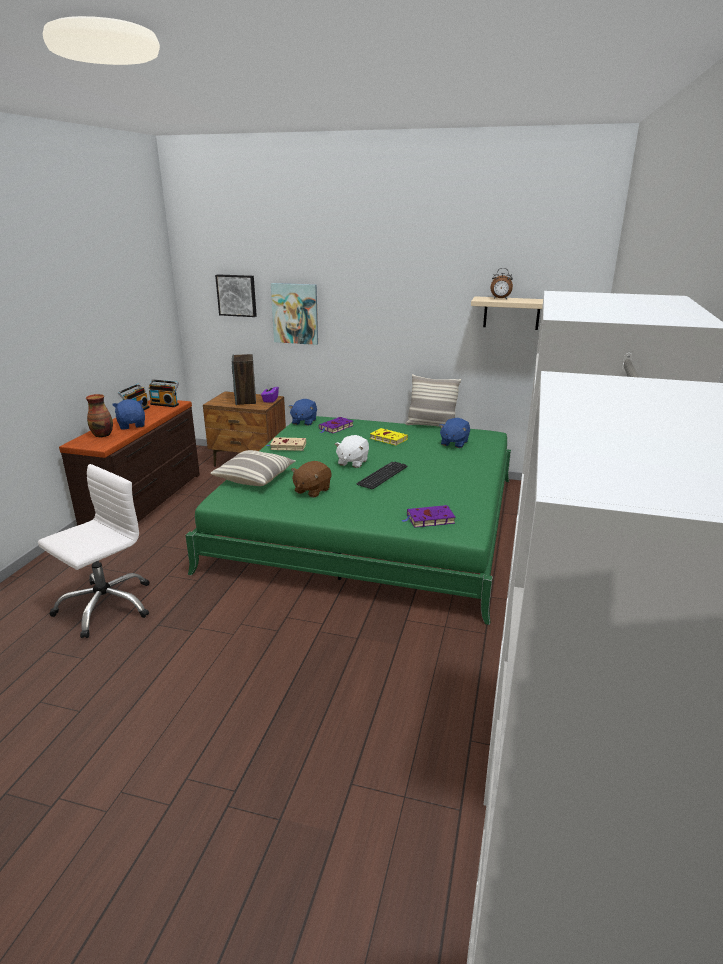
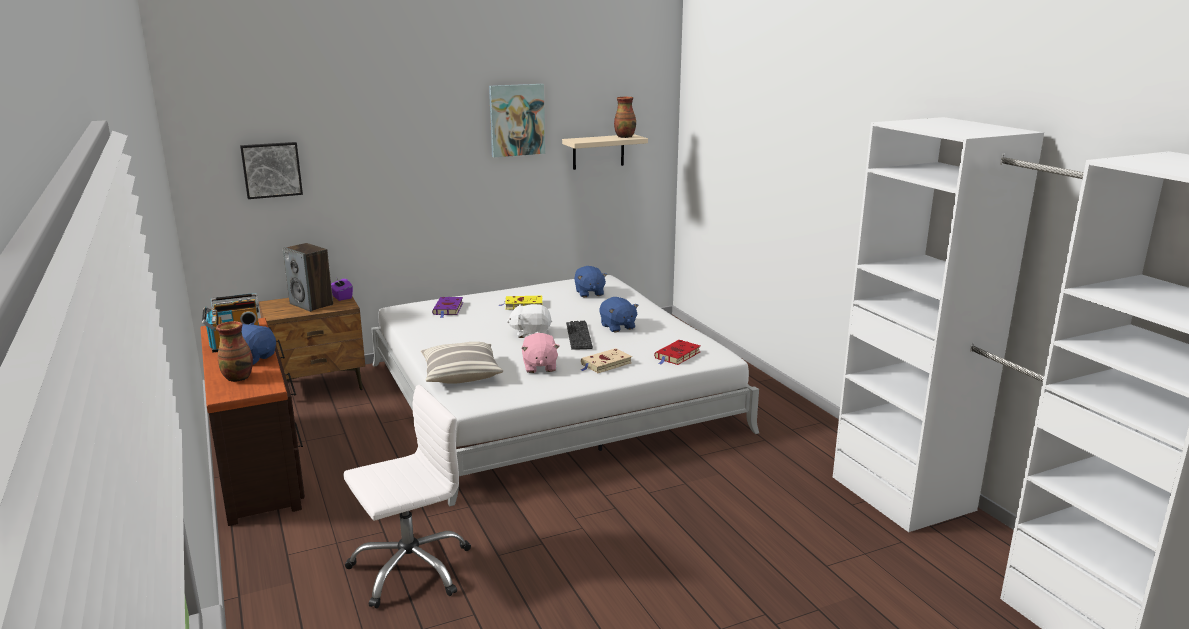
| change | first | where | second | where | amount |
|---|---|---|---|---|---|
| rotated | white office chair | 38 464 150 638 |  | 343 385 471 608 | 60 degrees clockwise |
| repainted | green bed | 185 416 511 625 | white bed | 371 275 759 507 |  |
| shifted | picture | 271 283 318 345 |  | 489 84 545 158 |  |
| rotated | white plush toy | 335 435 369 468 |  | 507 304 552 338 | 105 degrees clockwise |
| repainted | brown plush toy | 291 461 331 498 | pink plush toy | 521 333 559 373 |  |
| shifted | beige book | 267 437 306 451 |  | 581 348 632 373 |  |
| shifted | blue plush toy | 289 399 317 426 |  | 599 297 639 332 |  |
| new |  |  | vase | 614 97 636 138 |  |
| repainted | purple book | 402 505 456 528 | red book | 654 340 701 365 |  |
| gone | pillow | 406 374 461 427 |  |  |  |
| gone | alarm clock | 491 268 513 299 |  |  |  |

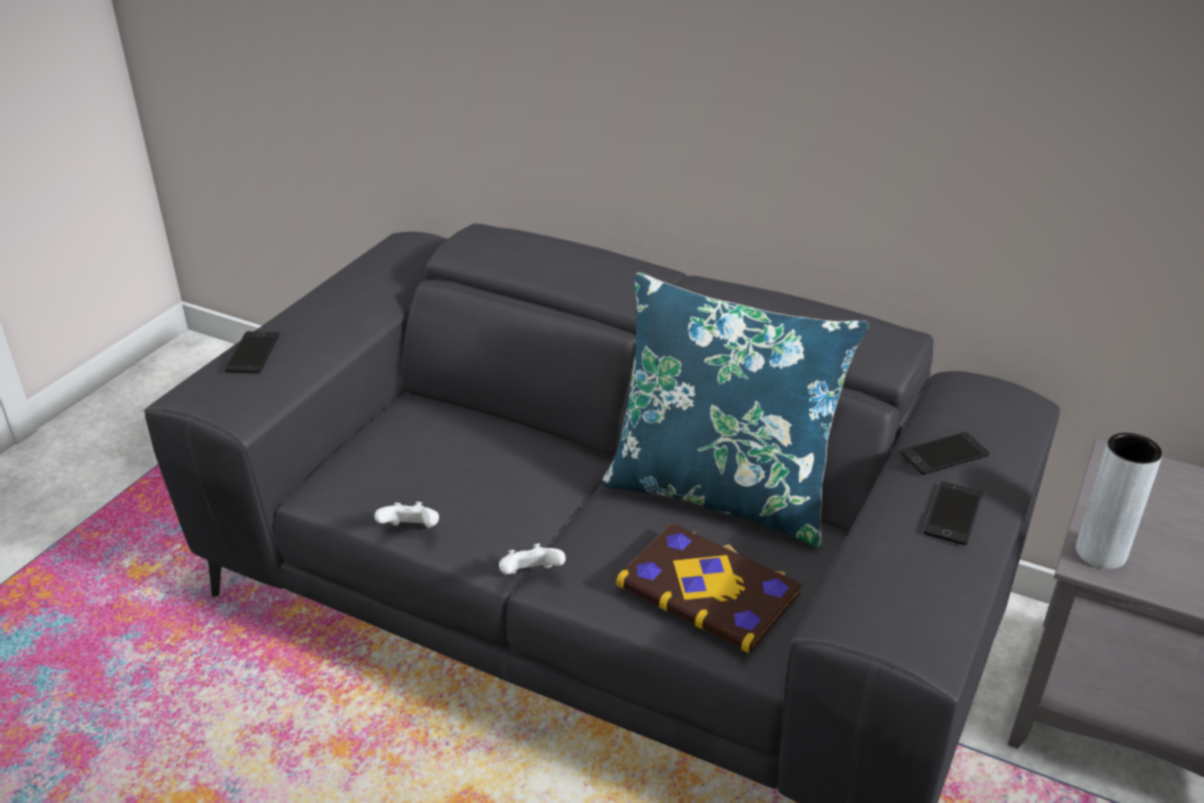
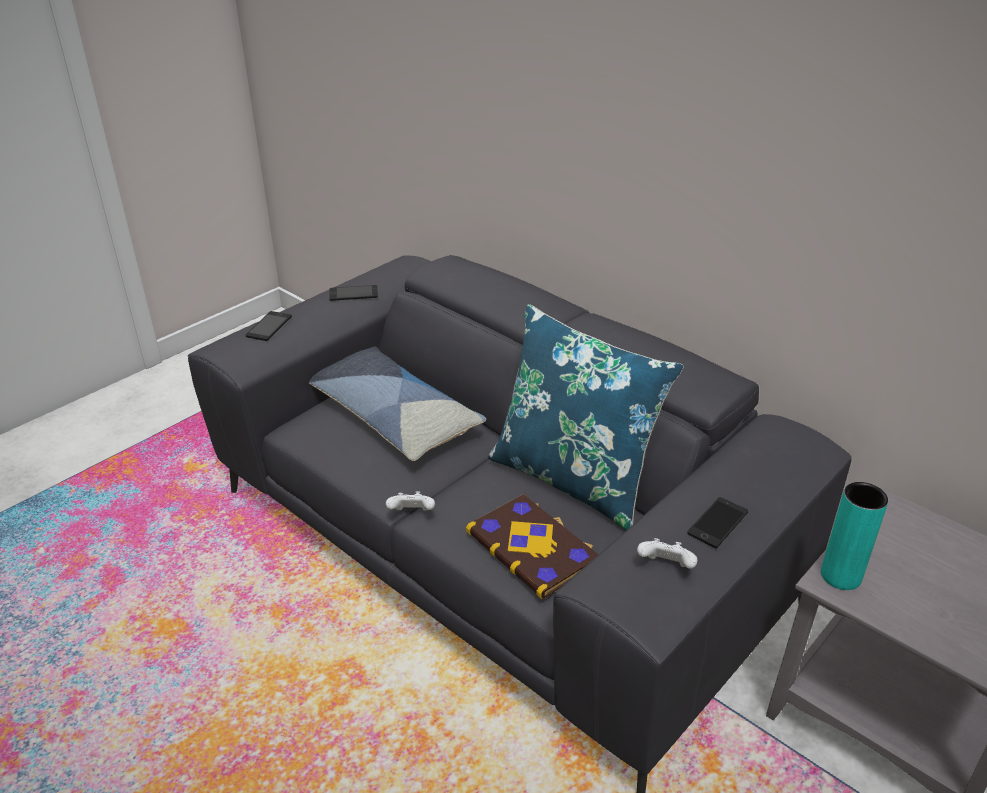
| change | first | where | second | where | amount |
|---|---|---|---|---|---|
| new |  |  | pillow | 309 347 487 461 |  |
| shifted | phone | 900 432 989 475 |  | 329 285 378 301 |  |
| shifted | white game controller | 374 502 439 528 |  | 637 538 697 569 |  |
| repainted | grey vase | 1076 433 1163 569 | turquoise vase | 821 482 888 590 |  |

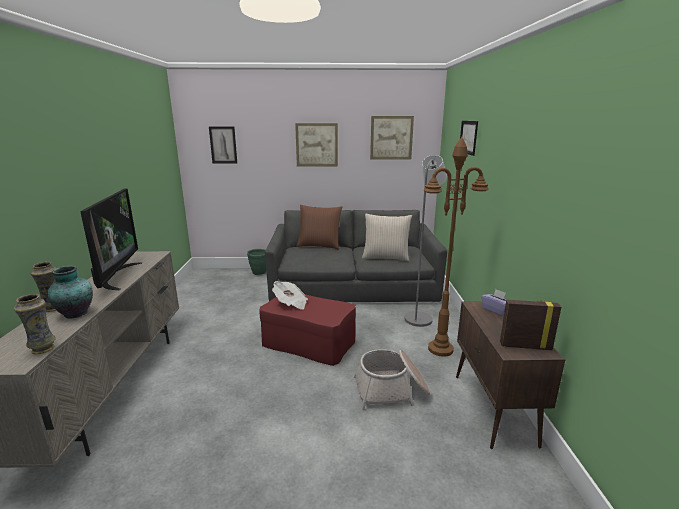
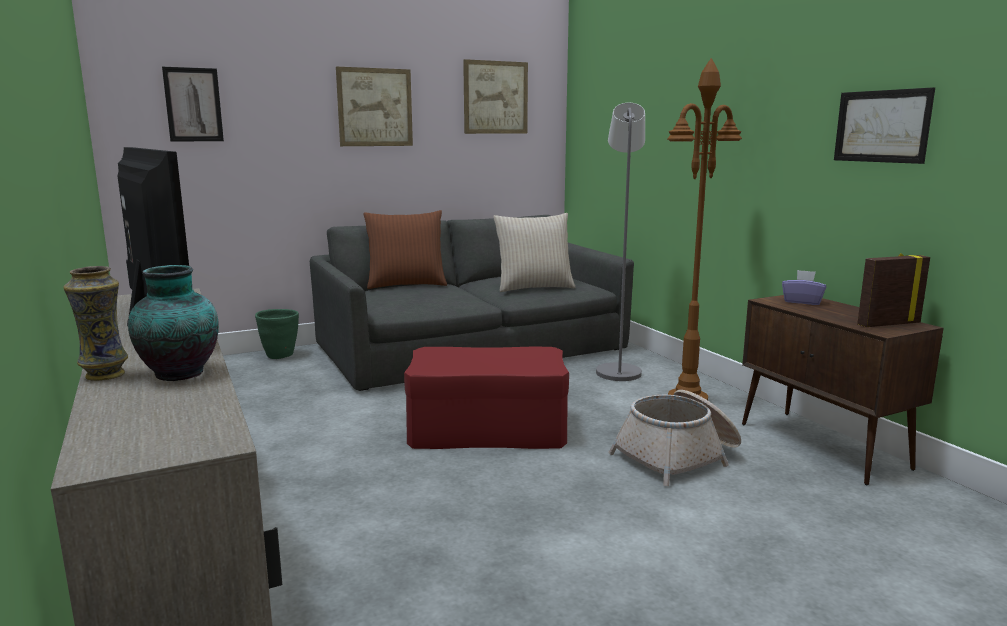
| change | first | where | second | where | amount |
|---|---|---|---|---|---|
| shifted | picture | 460 121 478 156 |  | 834 87 935 164 |  |
| gone | vase | 14 294 56 354 |  |  |  |
| gone | newspaper | 272 281 308 310 |  |  |  |

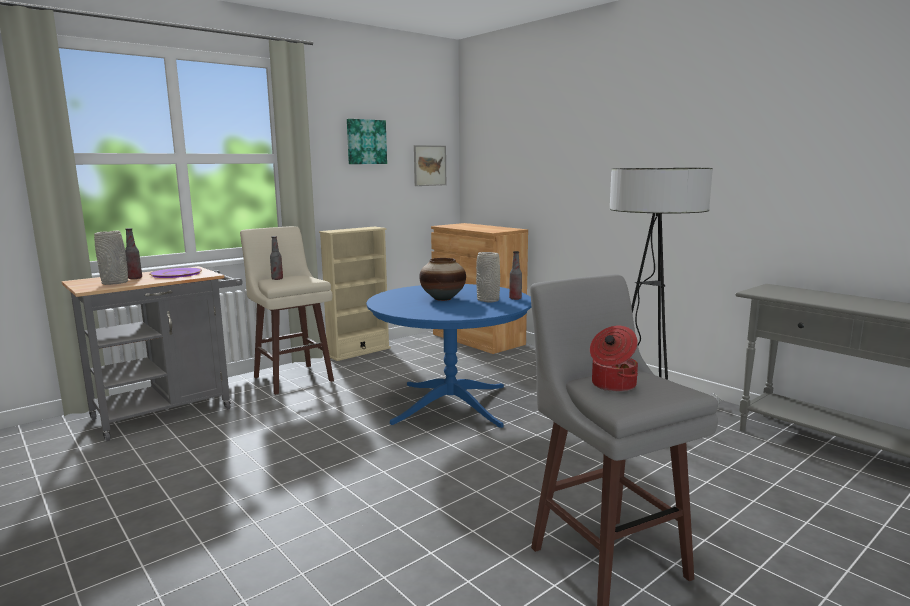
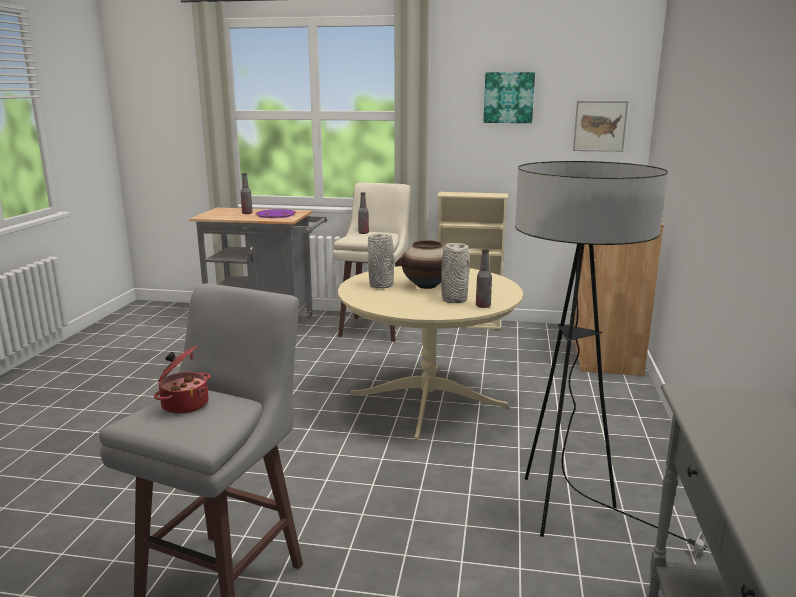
| change | first | where | second | where | amount |
|---|---|---|---|---|---|
| repainted | blue dining table | 366 284 531 428 | beige dining table | 338 266 523 441 |  |
| shifted | grey vase | 94 231 128 285 |  | 368 233 394 288 |  |

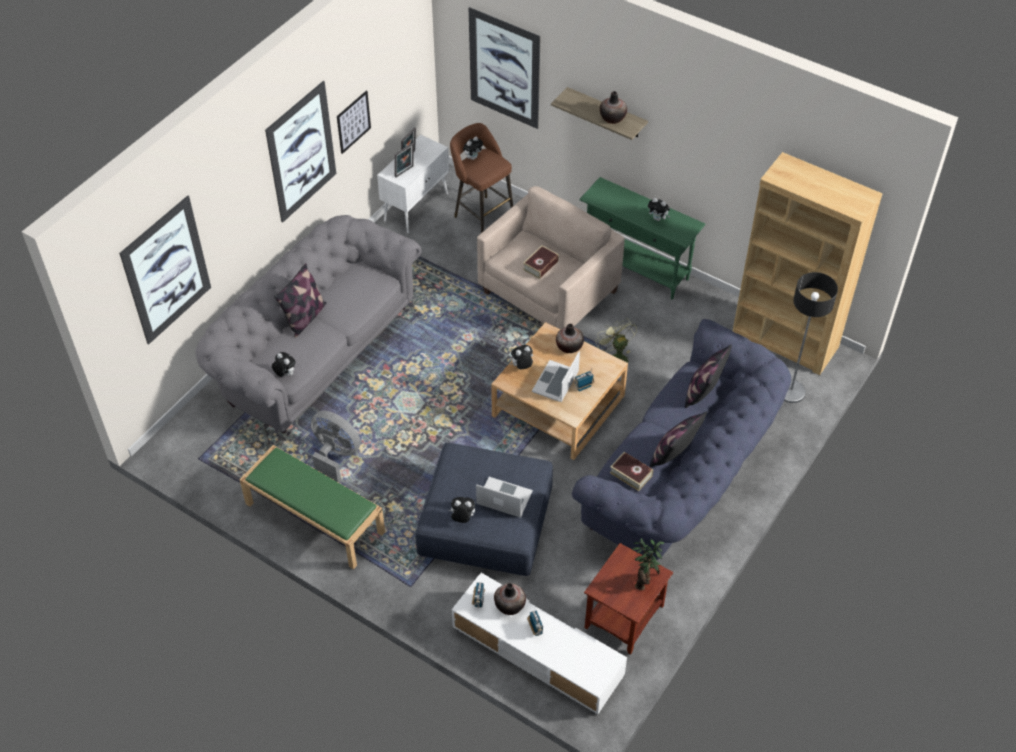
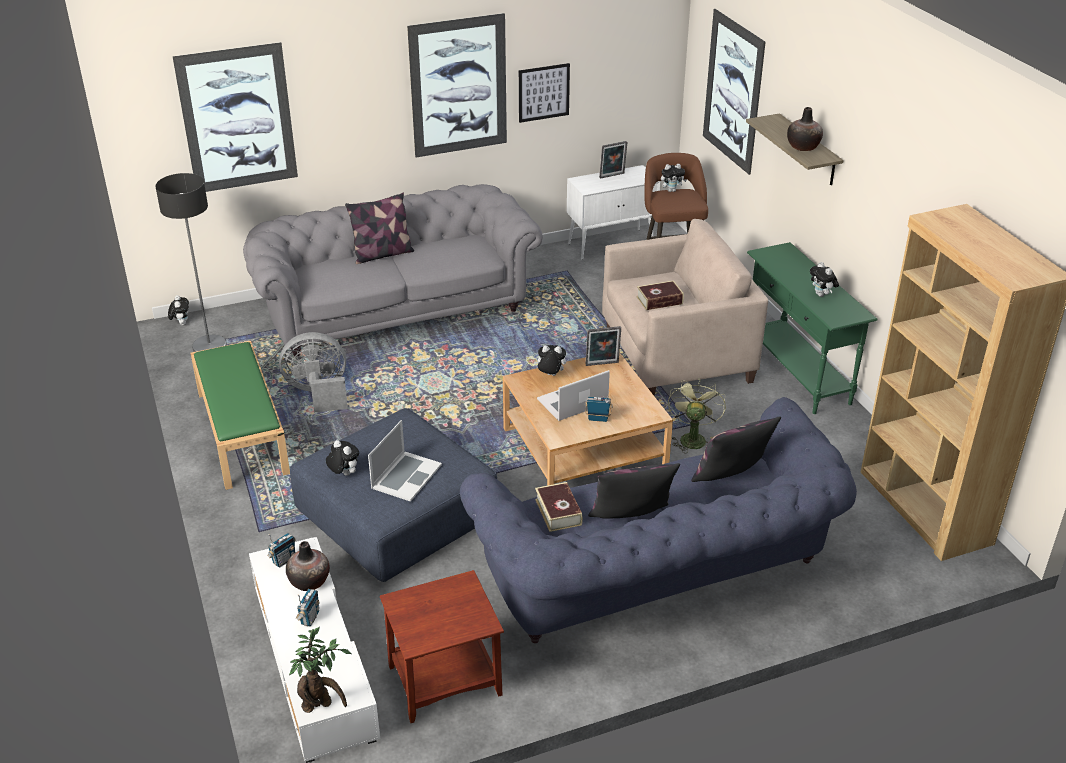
| change | first | where | second | where | amount |
|---|---|---|---|---|---|
| shifted | floor lamp | 784 272 838 403 |  | 155 173 227 352 |  |
| shifted | plush toy | 272 352 296 377 |  | 168 295 189 325 |  |
| rotated | grey fan | 311 411 361 483 |  | 279 332 348 412 | 75 degrees counterclockwise |
| shifted | potted plant | 631 538 664 590 |  | 289 627 351 713 |  |
| rotated | laptop | 476 477 533 518 |  | 368 420 442 502 | 60 degrees clockwise |
| shifted | picture frame | 394 143 414 178 |  | 585 326 621 366 |  |
| gone | vase | 556 324 584 353 |  |  |  |

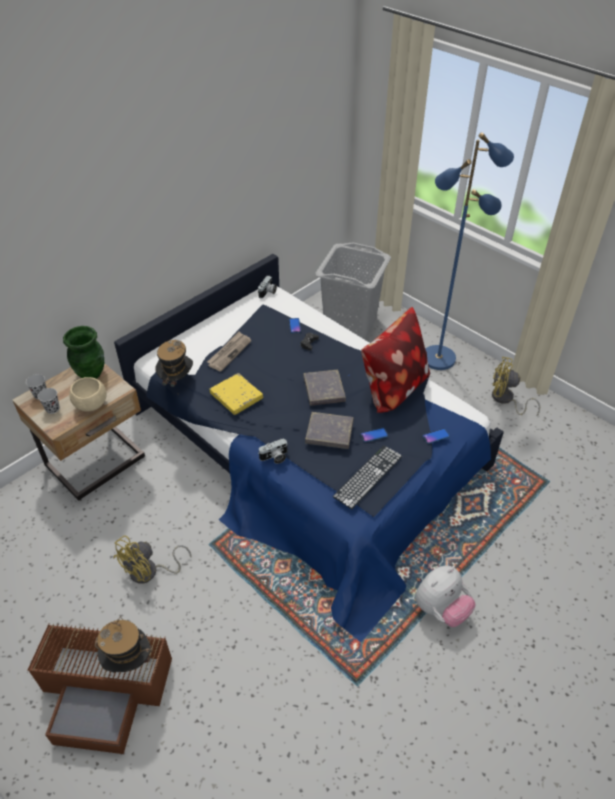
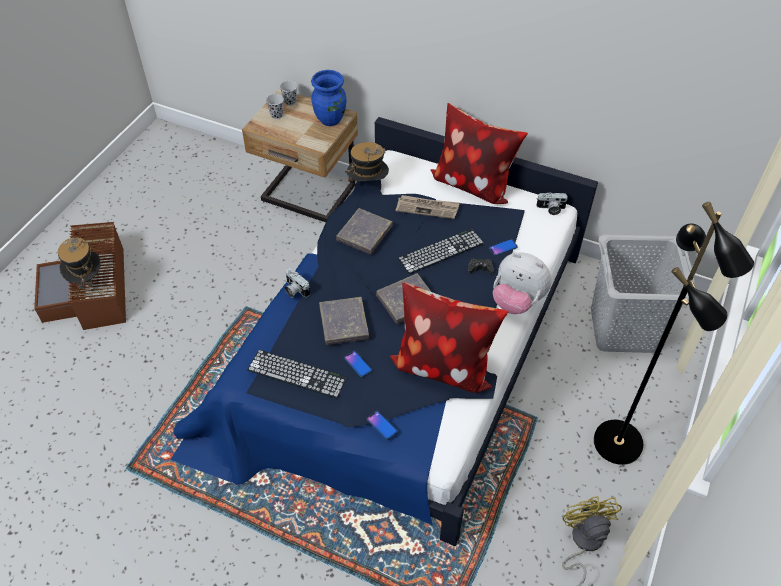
| change | first | where | second | where | amount |
|---|---|---|---|---|---|
| repainted | green vase | 63 326 104 379 | blue vase | 311 70 346 126 |  |
| repainted | yellow book | 210 373 263 415 | grey book | 336 208 393 254 |  |
| new |  |  | keyboard | 398 229 484 274 |  |
| new |  |  | pillow | 431 103 528 204 |  |
| shifted | plush toy | 415 566 476 627 |  | 493 253 552 314 |  |
| repainted | blue floor lamp | 425 132 514 370 | black floor lamp | 594 202 754 465 |  |
| gone | beige bowl | 69 377 107 412 |  |  |  |
| gone | yellow fan | 113 536 191 584 |  |  |  |

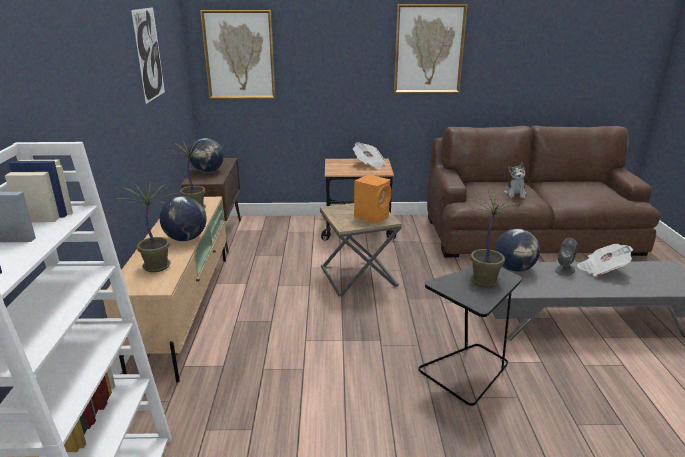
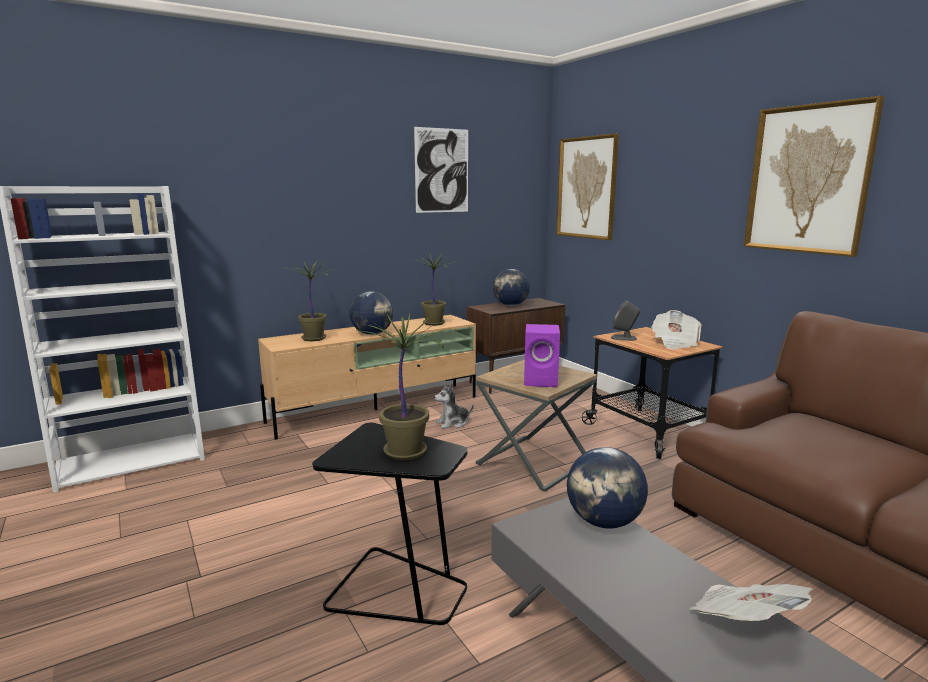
| change | first | where | second | where | amount |
|---|---|---|---|---|---|
| shifted | plush toy | 504 162 526 198 |  | 434 384 474 429 |  |
| repainted | orange speaker | 354 174 392 224 | purple speaker | 524 324 560 387 |  |
| shifted | grey speaker | 555 238 578 276 |  | 611 301 640 341 |  |

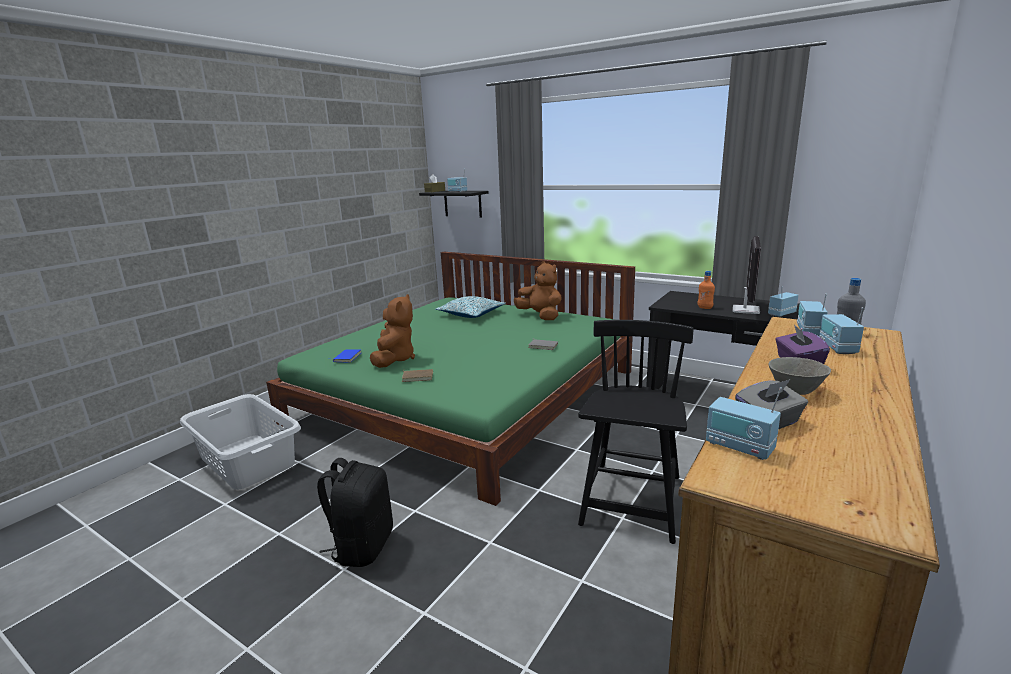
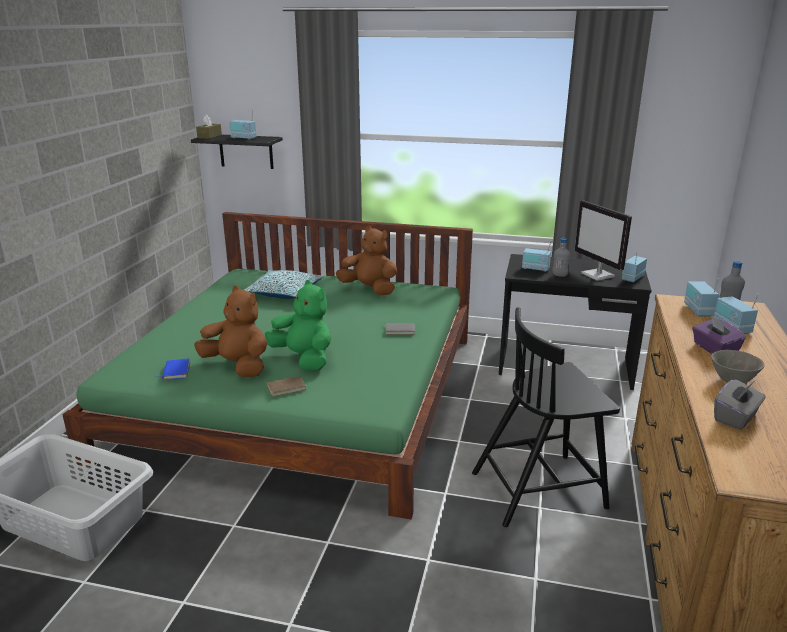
| change | first | where | second | where | amount |
|---|---|---|---|---|---|
| rotated | brown plush toy | 370 294 415 368 |  | 194 285 267 378 | 45 degrees counterclockwise |
| new |  |  | green plush toy | 265 280 331 371 |  |
| rotated | black chair | 578 320 694 544 |  | 472 308 620 527 | 105 degrees counterclockwise |
| shifted | radio | 706 387 782 460 |  | 522 241 551 272 |  |
| repainted | orange bottle | 698 271 715 309 | grey bottle | 552 238 570 277 |  |
| rotated | monitor | 733 236 761 314 |  | 575 200 632 281 | 150 degrees clockwise |
| gone | black backpack | 317 458 393 567 |  |  |  |

